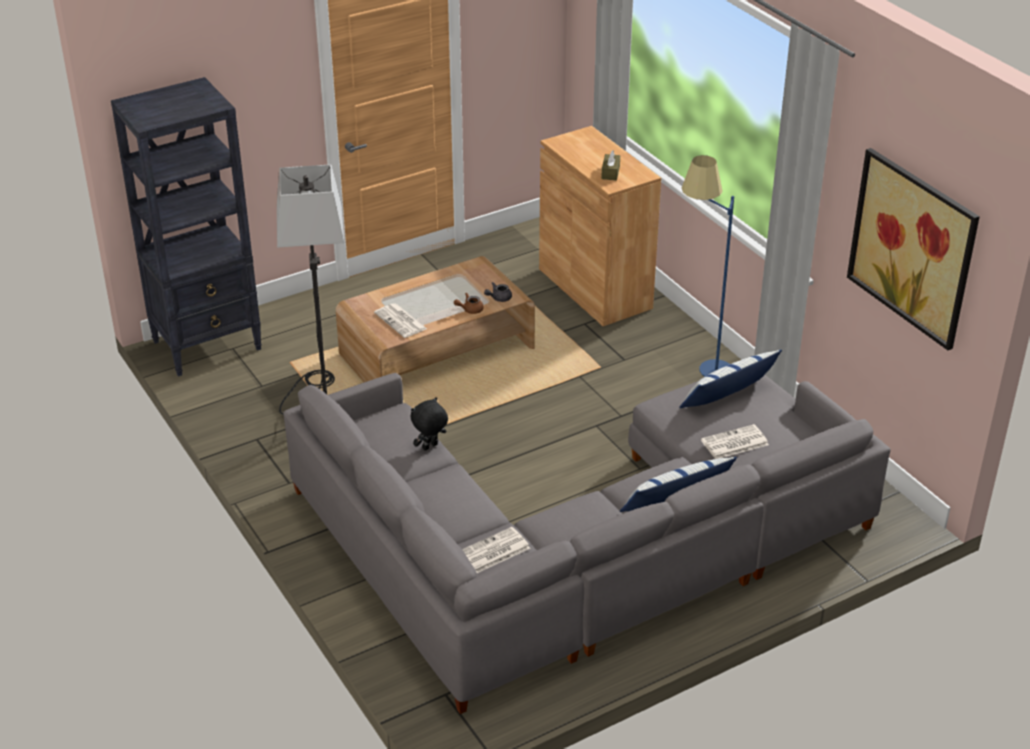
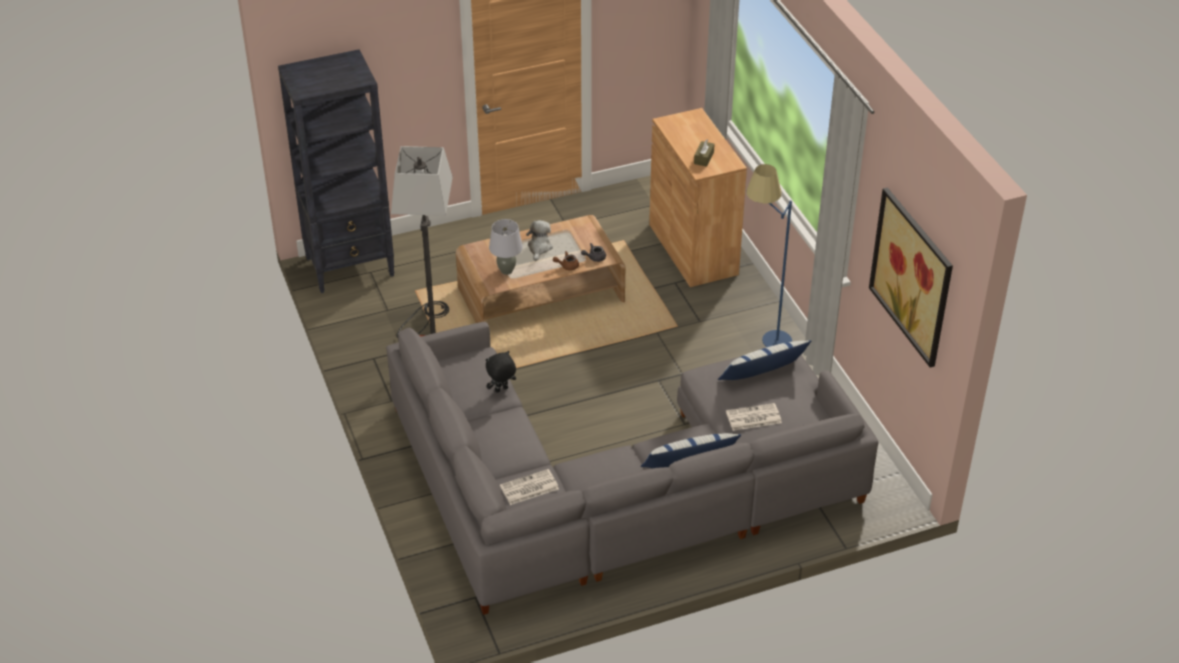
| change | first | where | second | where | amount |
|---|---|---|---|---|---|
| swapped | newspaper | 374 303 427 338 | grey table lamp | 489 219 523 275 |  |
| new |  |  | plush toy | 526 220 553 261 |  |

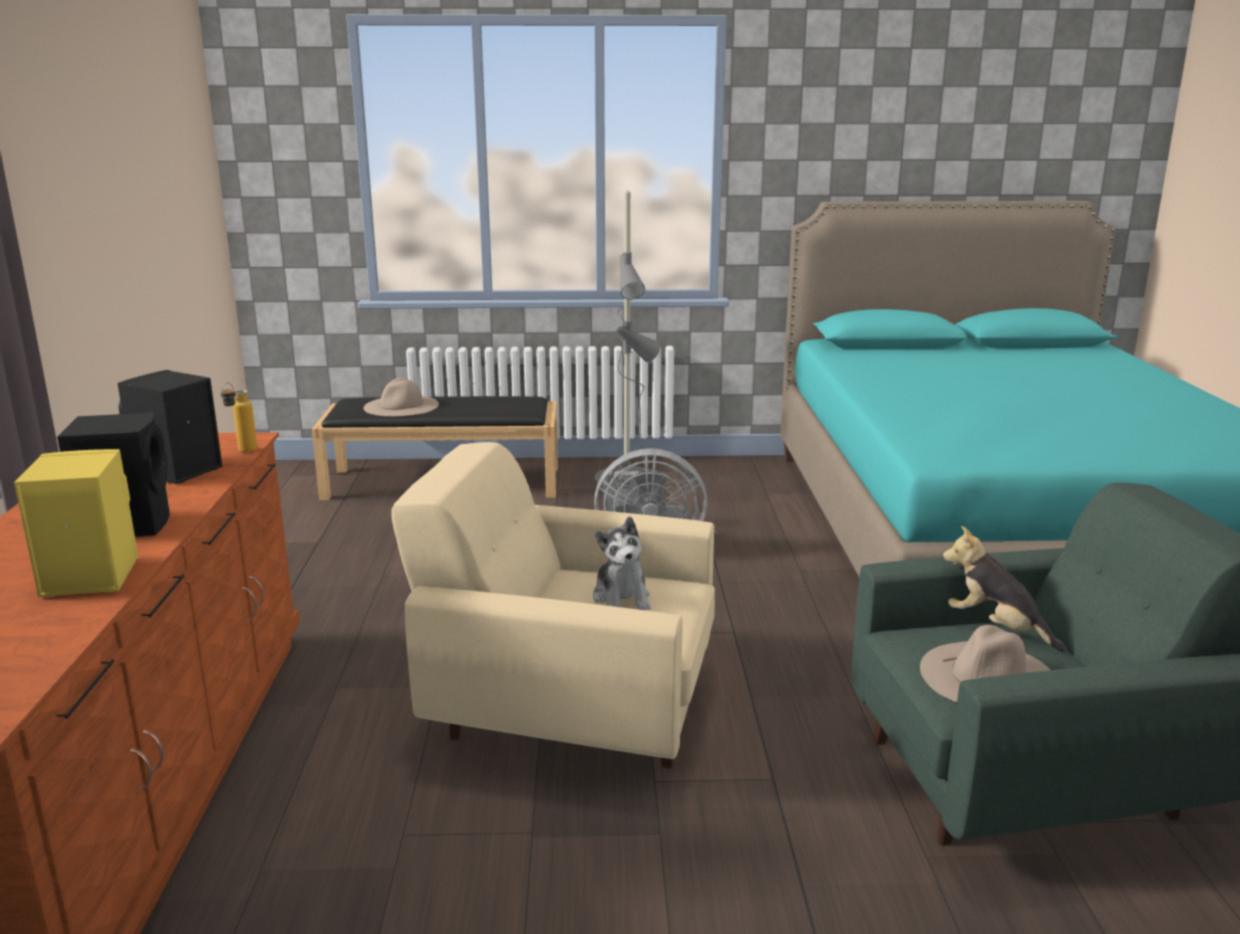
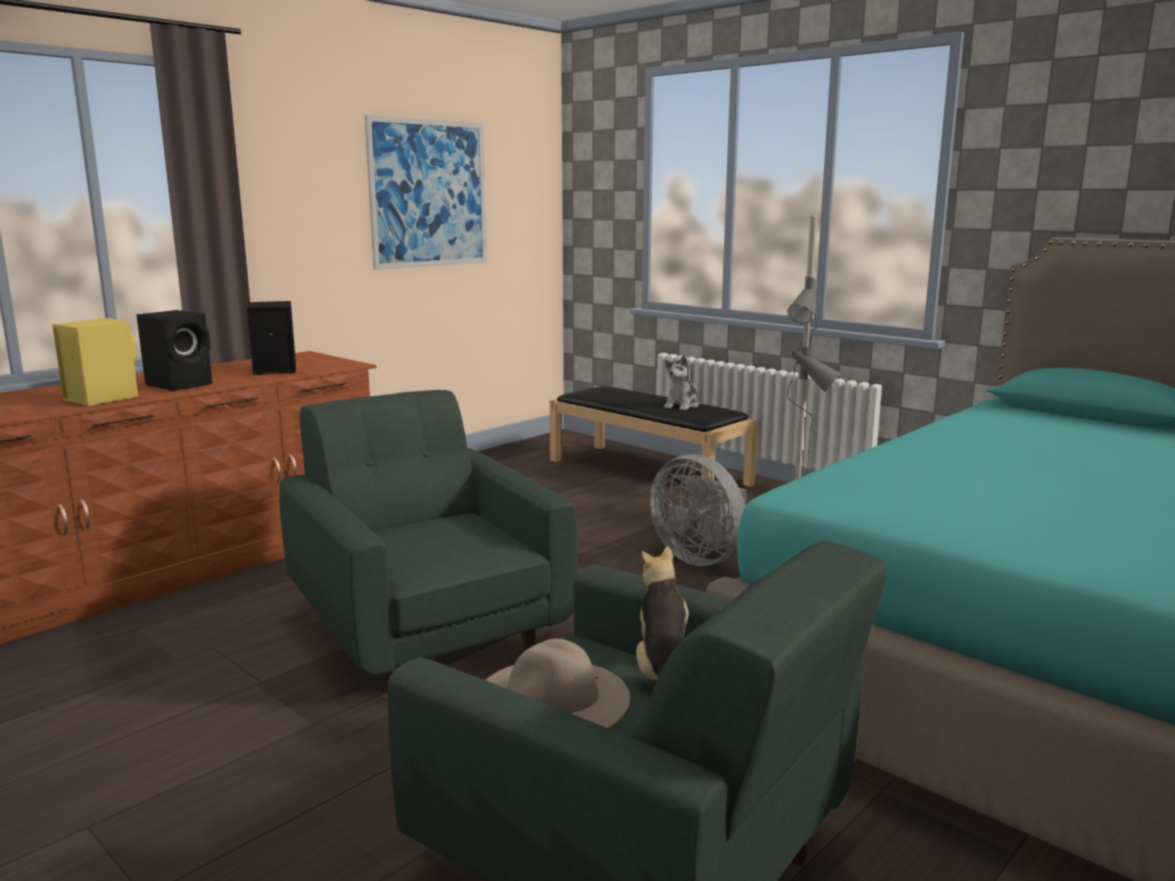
| change | first | where | second | where | amount |
|---|---|---|---|---|---|
| repainted | beige armchair | 391 442 715 768 | green armchair | 279 390 577 675 |  |
| new |  |  | picture | 365 115 487 270 |  |
| shifted | plush toy | 593 516 651 610 |  | 664 355 699 410 |  |
| gone | bottle | 220 382 257 452 |  |  |  |
| gone | beige hat | 364 378 439 417 |  |  |  |

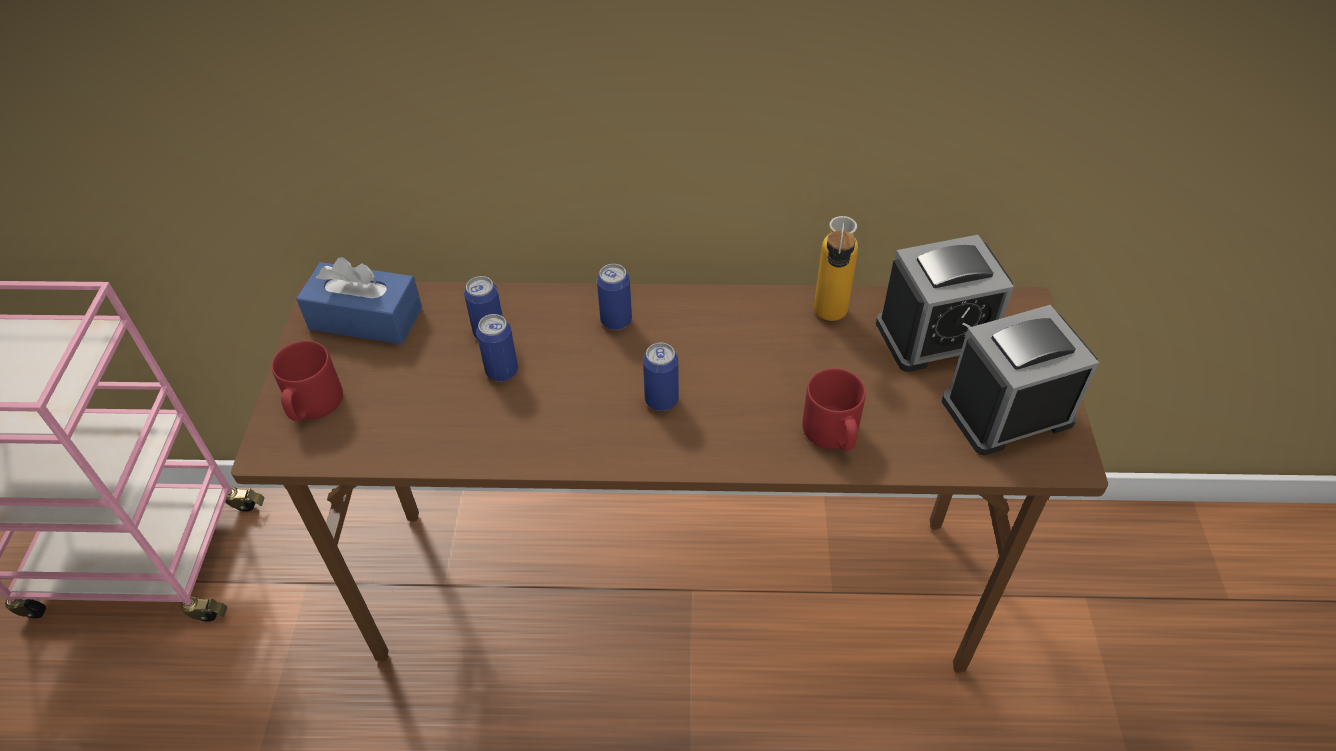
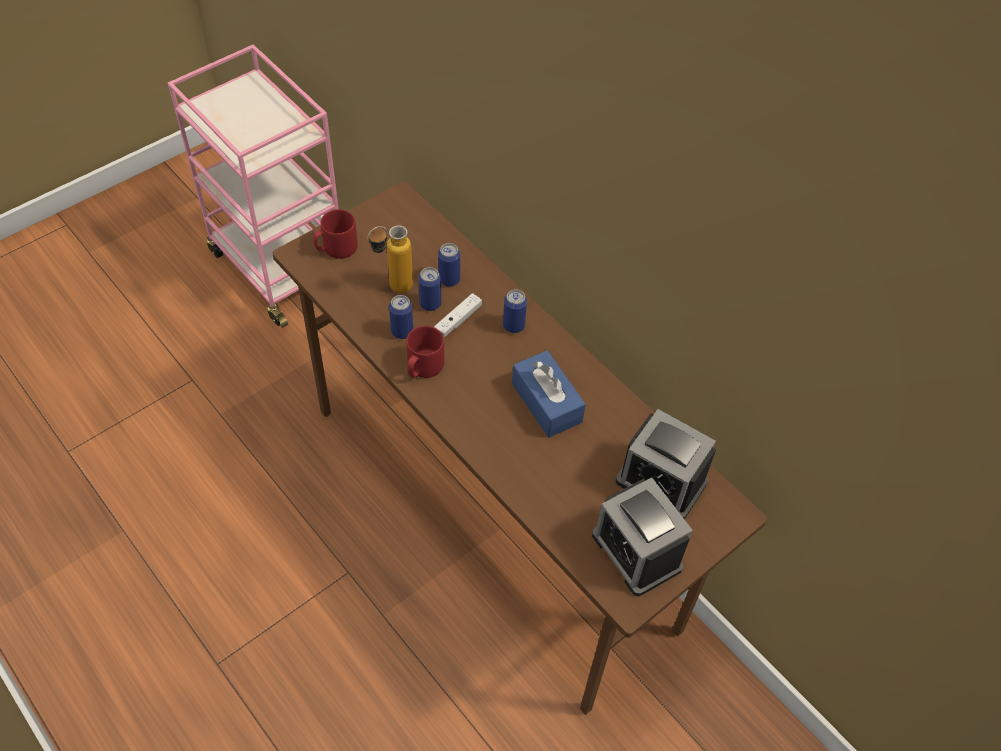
| change | first | where | second | where | amount |
|---|---|---|---|---|---|
| shifted | bottle | 814 216 858 321 |  | 367 225 413 293 |  |
| shifted | can | 643 343 679 411 |  | 389 295 413 339 |  |
| shifted | red mug | 802 368 866 451 |  | 406 326 444 378 |  |
| new |  |  | white game controller | 434 293 482 337 |  |
| shifted | blue tissue box | 296 257 422 344 |  | 512 350 586 438 |  |
| rotated | alarm clock | 942 305 1099 455 |  | 592 477 693 596 | 150 degrees counterclockwise |

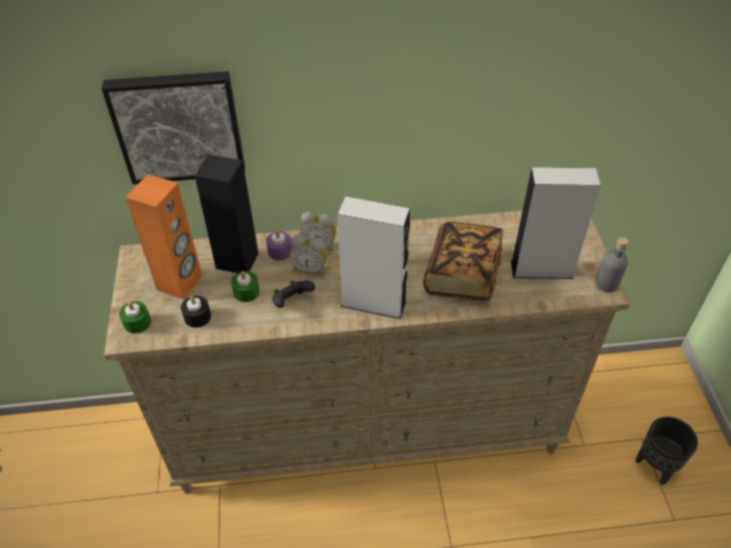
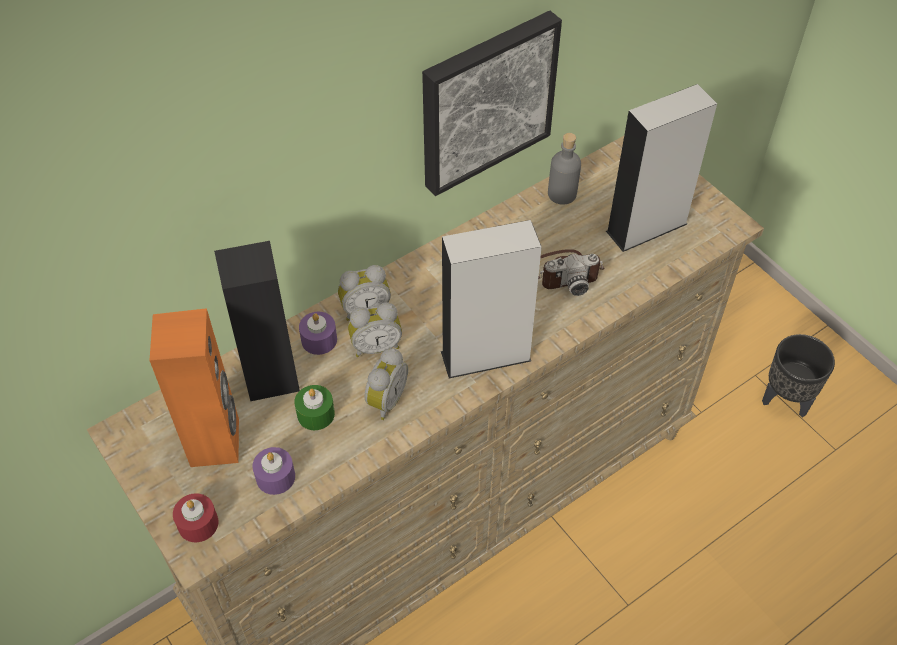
| change | first | where | second | where | amount |
|---|---|---|---|---|---|
| repainted | green candle | 119 301 151 333 | red candle | 173 493 218 542 |  |
| repainted | black candle | 181 296 211 328 | purple candle | 252 447 295 495 |  |
| swapped | black game controller | 272 280 315 308 | alarm clock | 365 348 408 420 |  |
| shifted | picture | 101 71 245 184 |  | 422 10 562 196 |  |
| swapped | book | 423 222 503 301 | photo camera | 538 249 604 296 |  |
| shifted | grey bottle | 595 237 628 293 |  | 548 133 581 205 |  |

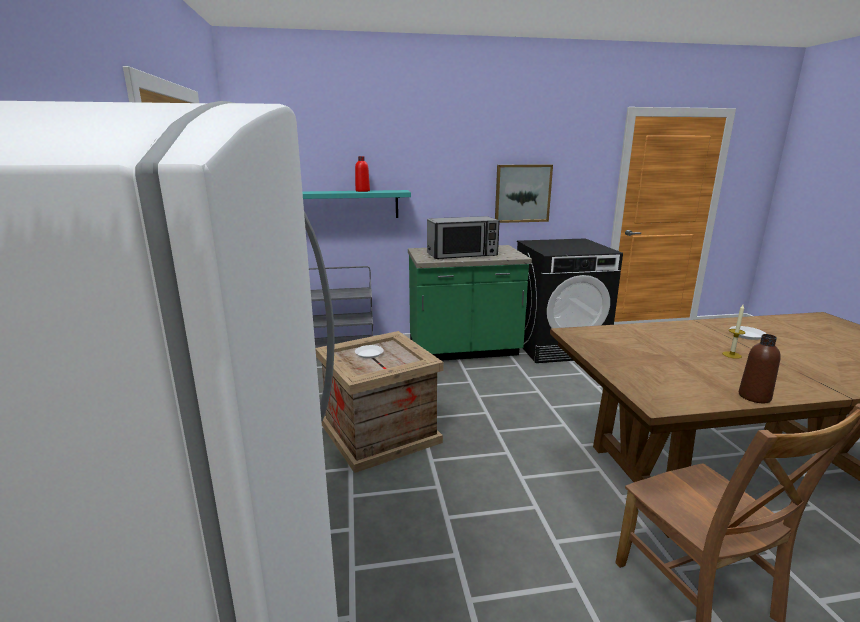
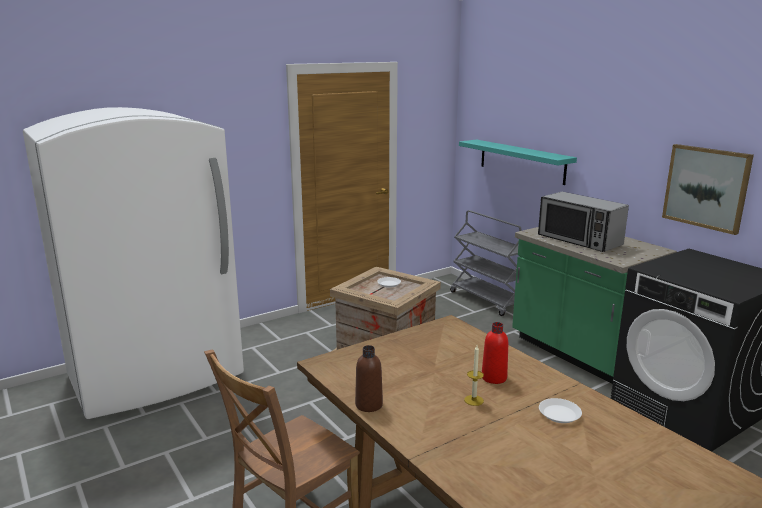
| change | first | where | second | where | amount |
|---|---|---|---|---|---|
| shifted | red bottle | 355 156 370 192 |  | 482 322 508 384 |  |

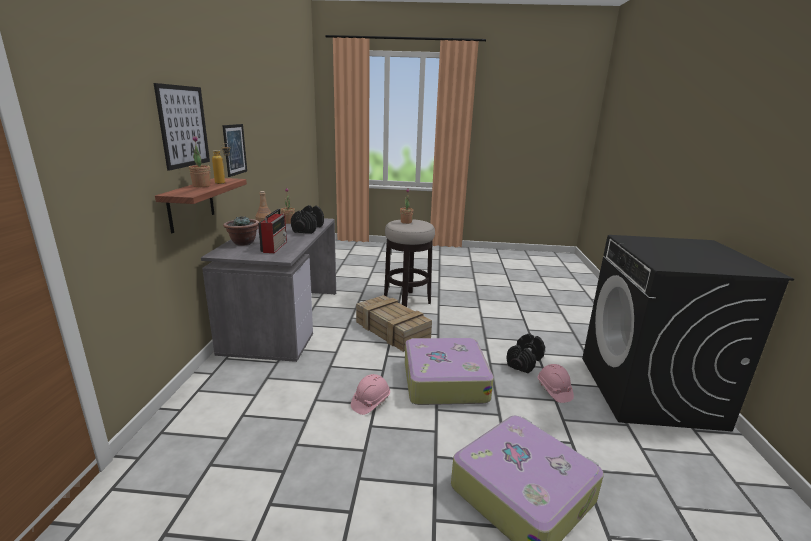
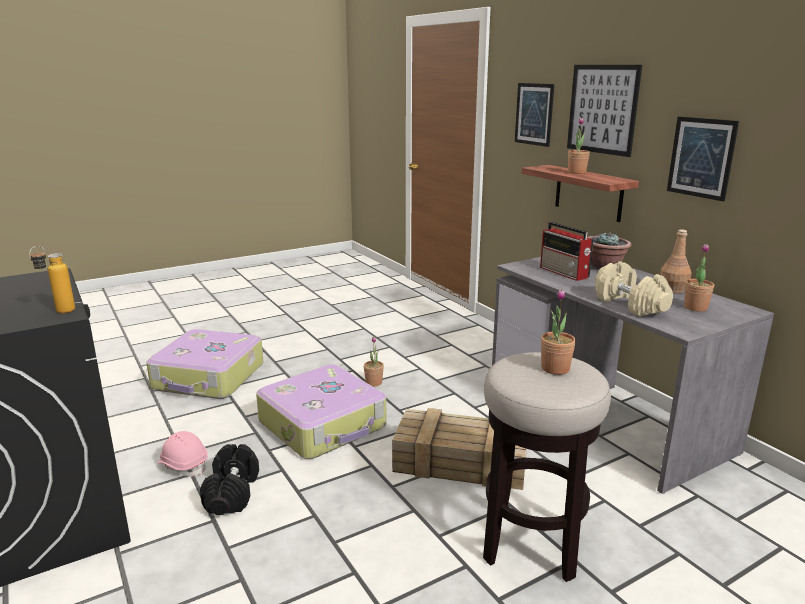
| change | first | where | second | where | amount |
|---|---|---|---|---|---|
| shifted | bottle | 212 143 230 184 |  | 29 246 75 313 |  |
| swapped | pink hard hat | 351 374 390 415 | potted plant | 364 337 384 387 |  |
| new |  |  | picture | 515 83 554 147 |  |
| repainted | black dumbbell | 291 205 324 234 | beige dumbbell | 595 261 673 317 |  |

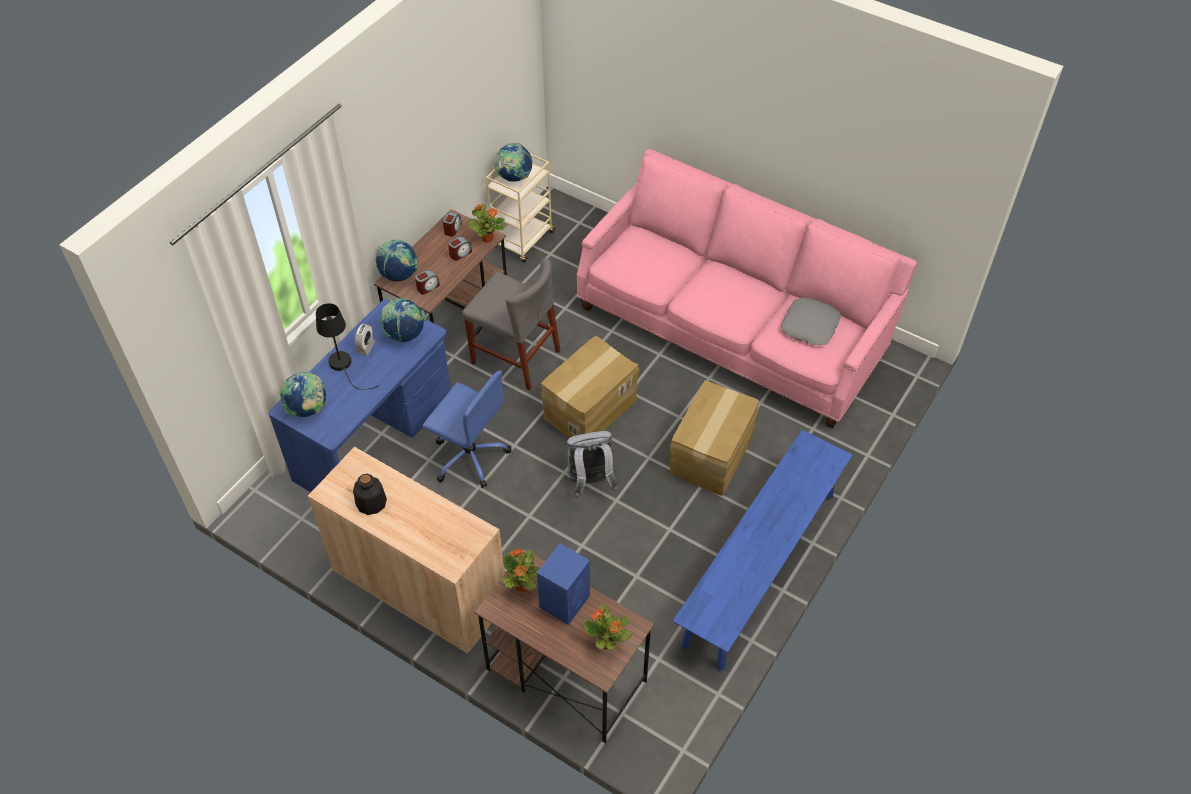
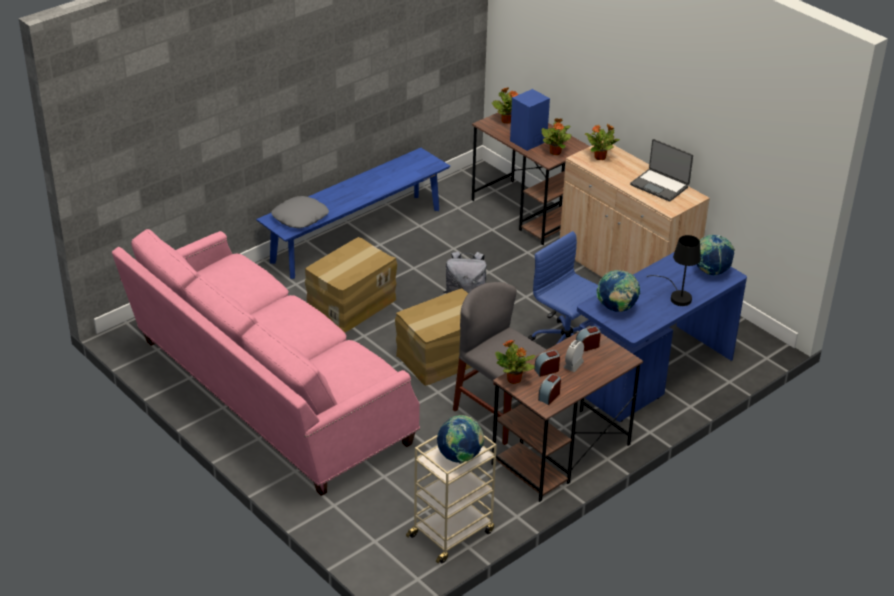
| change | first | where | second | where | amount |
|---|---|---|---|---|---|
| shifted | grey pillow | 781 297 841 345 |  | 271 196 329 229 |  |
| shifted | alarm clock | 355 324 375 355 |  | 563 340 584 372 |  |
| new |  |  | potted plant | 585 124 620 160 |  |
| swapped | bottle | 353 474 387 515 | laptop | 630 139 693 202 |  |
| gone | globe | 376 240 418 281 |  |  |  |

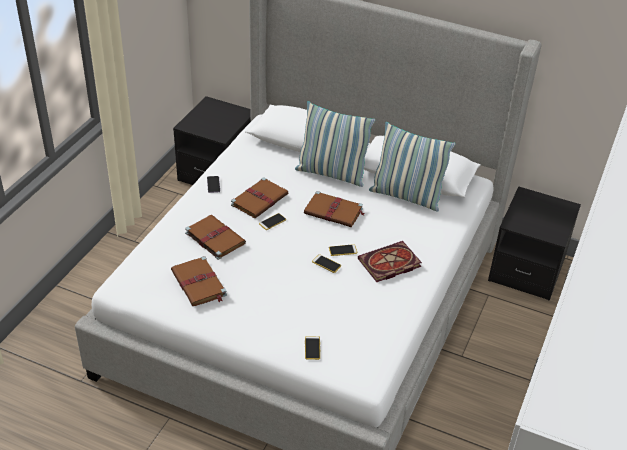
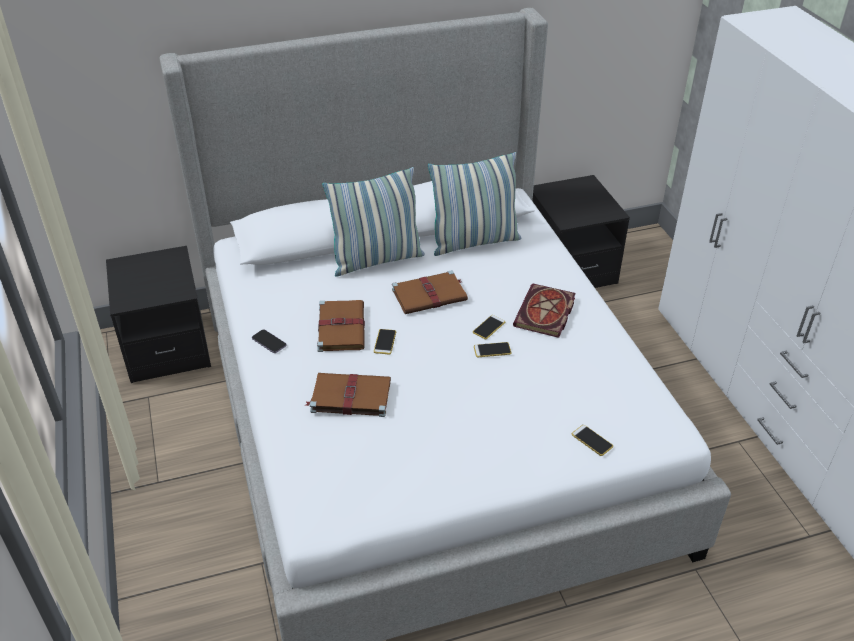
| change | first | where | second | where | amount |
|---|---|---|---|---|---|
| gone | brown book | 171 256 227 306 |  |  |  |

